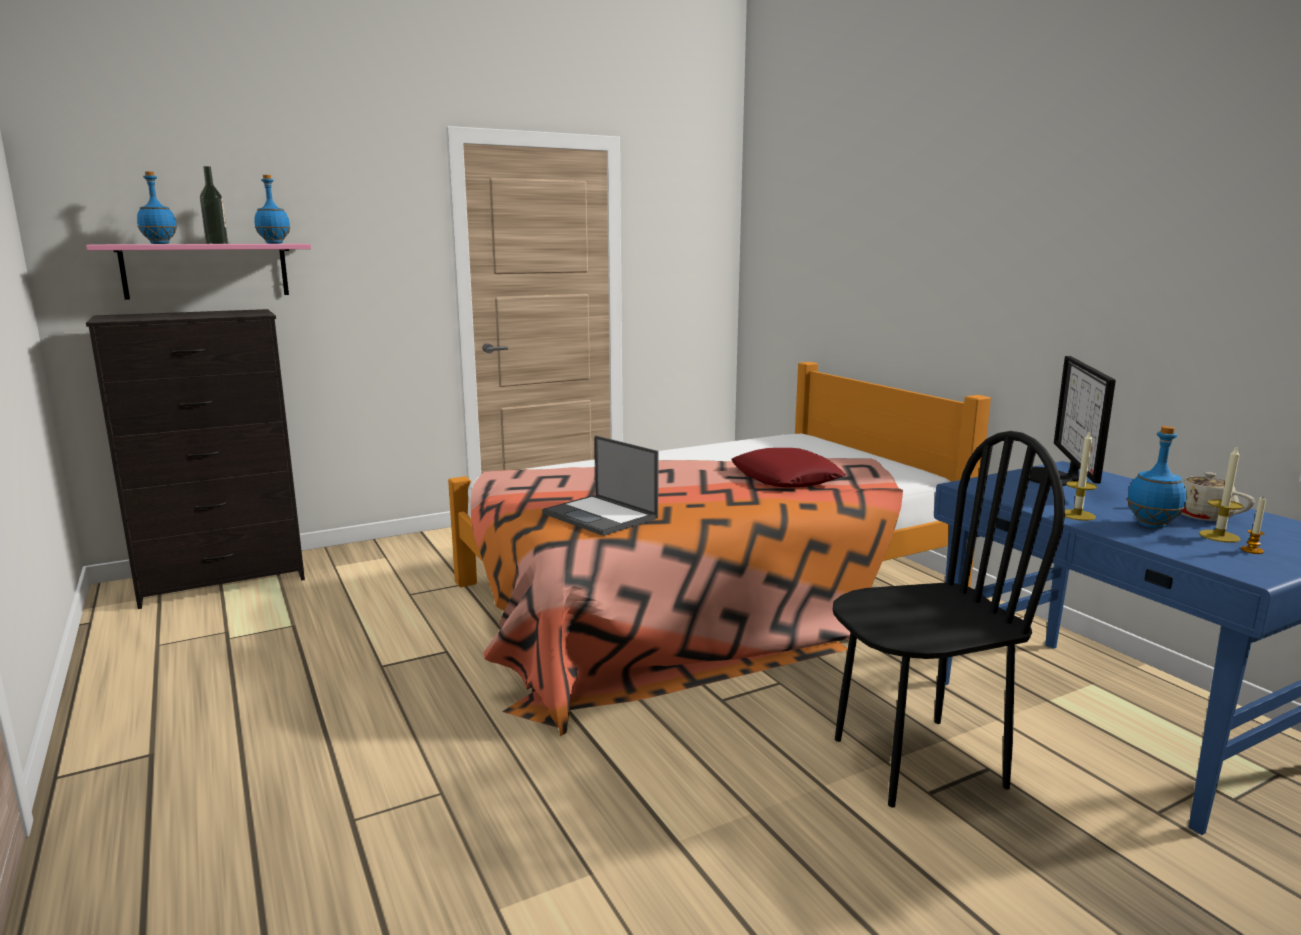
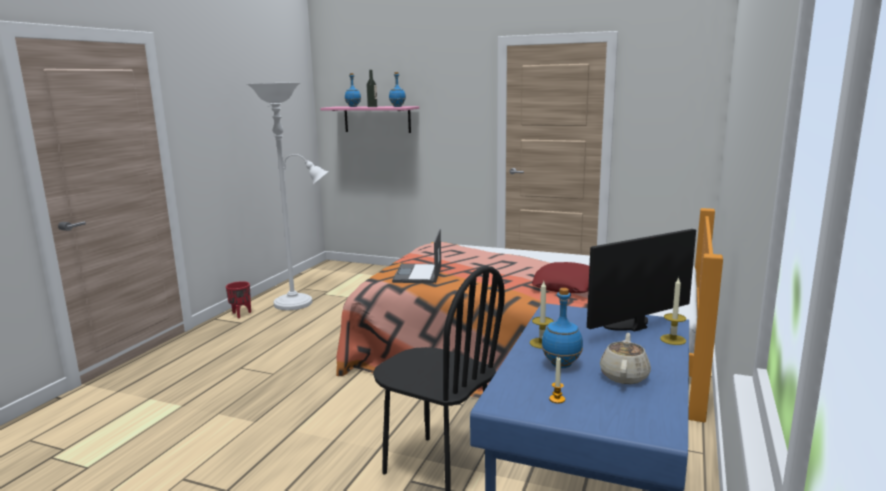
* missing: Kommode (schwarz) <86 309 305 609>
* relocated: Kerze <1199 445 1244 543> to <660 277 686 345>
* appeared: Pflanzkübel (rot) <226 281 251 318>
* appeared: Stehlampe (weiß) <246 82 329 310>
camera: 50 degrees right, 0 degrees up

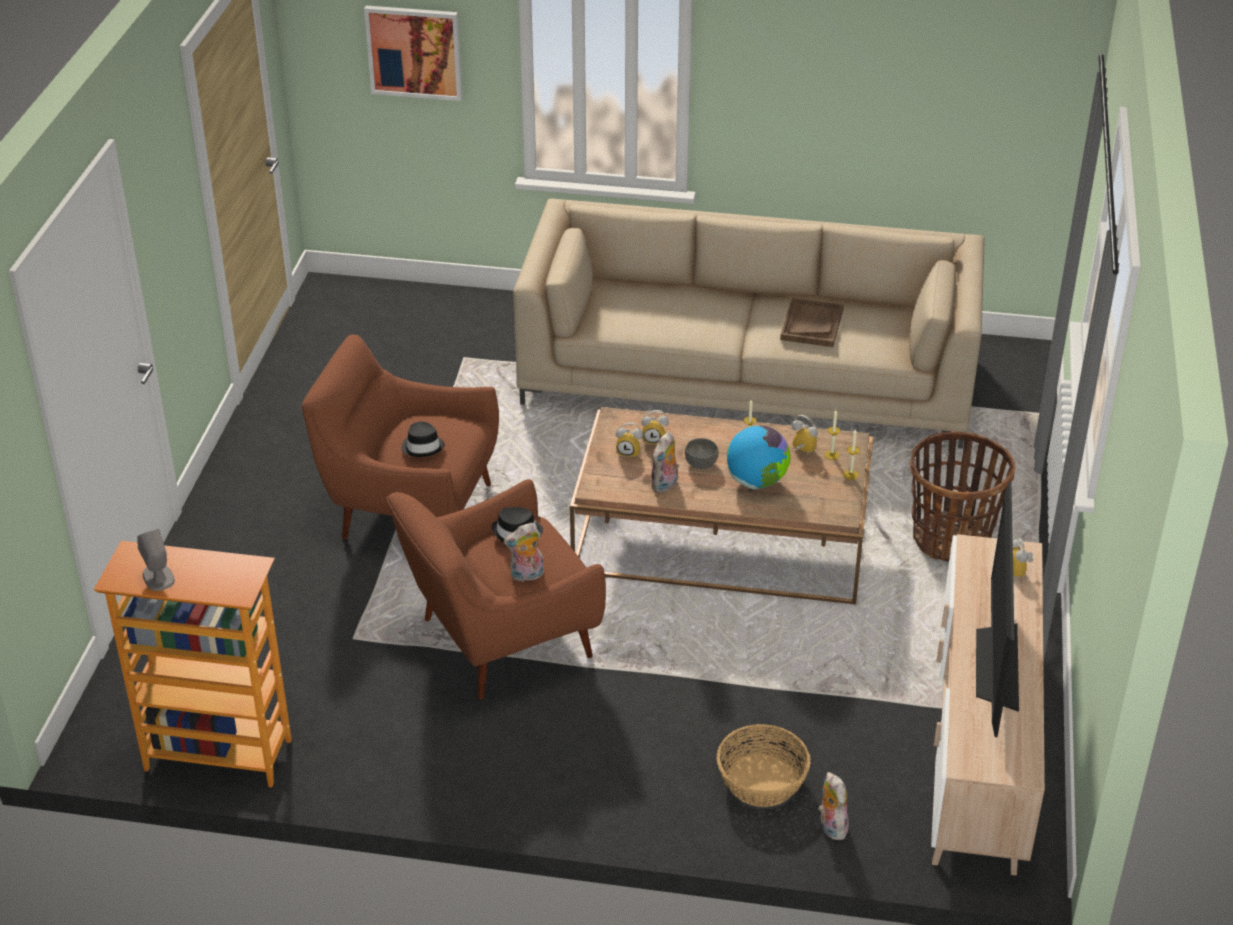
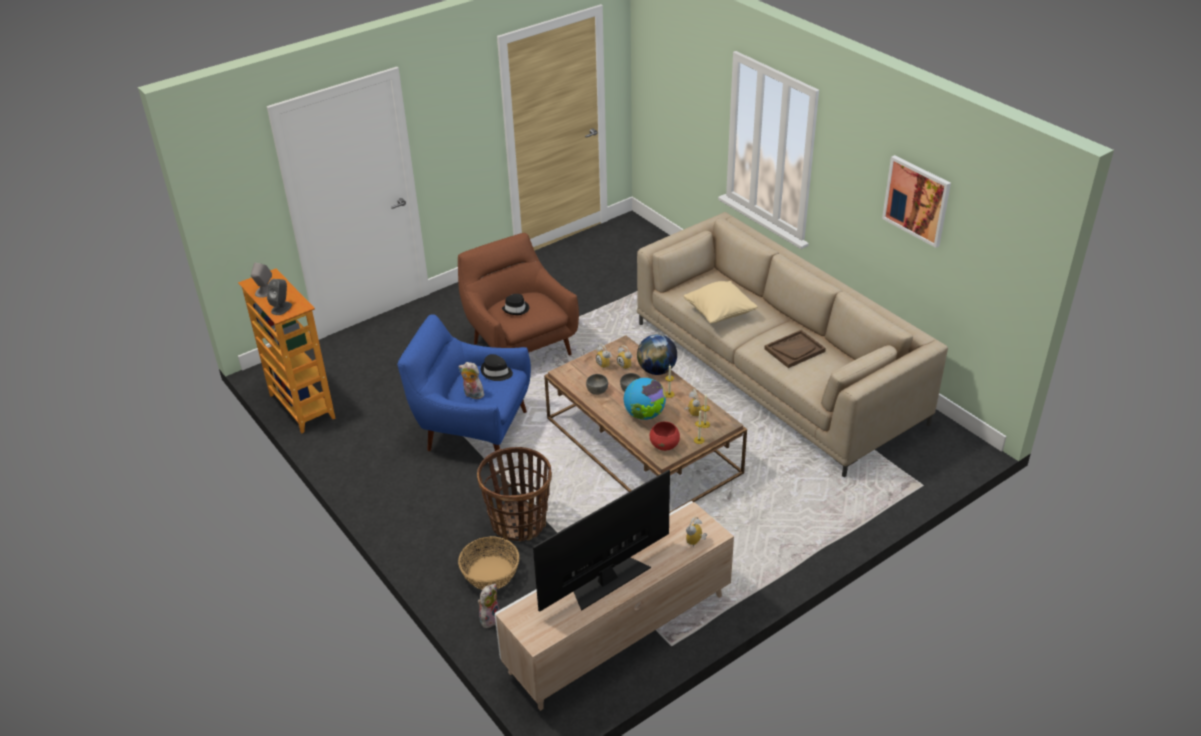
* relocated: Bild <364 6 462 101> to <882 155 951 248>
* colour: Sessel (braun) <387 479 606 699> to Sessel (blau) <397 315 531 451>
* exchanged: Plüschtier <651 432 679 493> to Schüssel (grau) <586 374 608 395>
* relocated: Korb <910 431 1015 562> to <477 447 552 542>
* appeared: Lautsprecher (grau) <267 279 292 315>
* appeared: Globus <637 334 677 375>
* appeared: Schüssel (rot) <650 422 680 451>
* appeared: Kissen (beige) <684 281 758 323>
camera: 45 degrees right, 0 degrees up

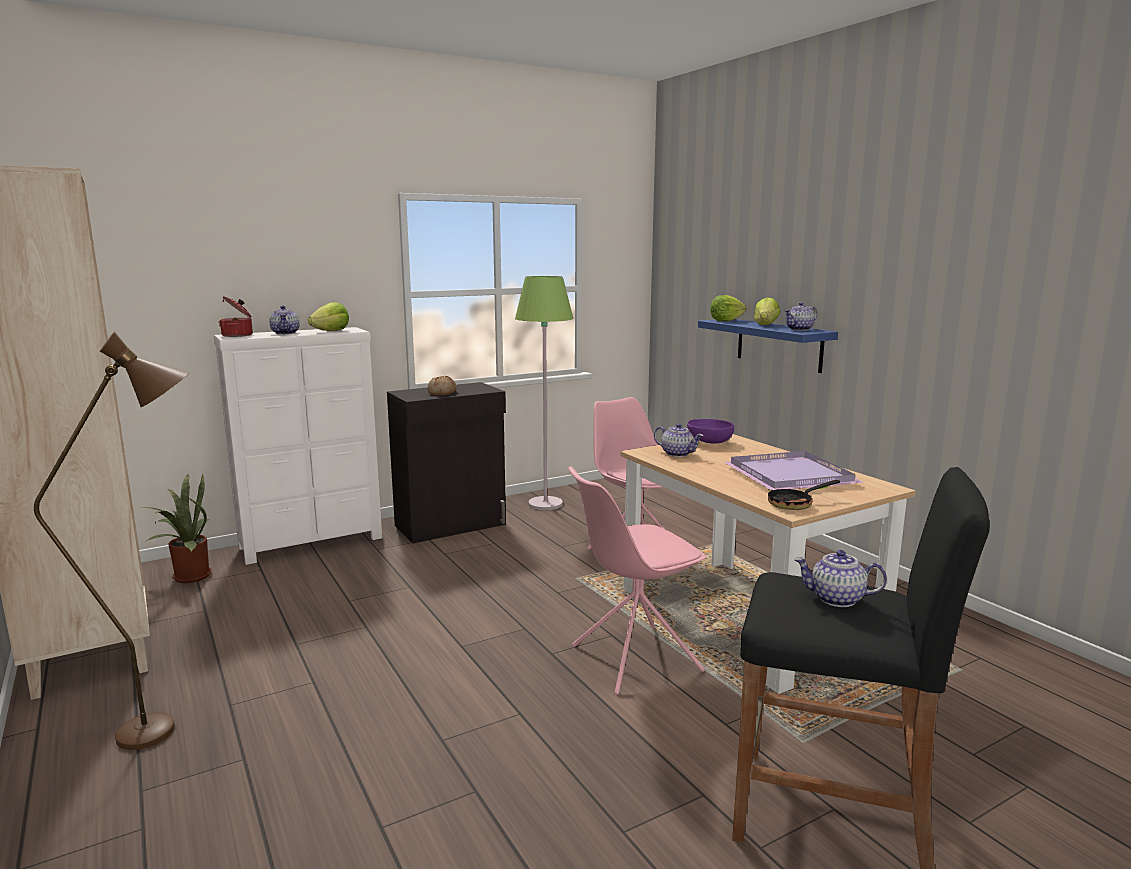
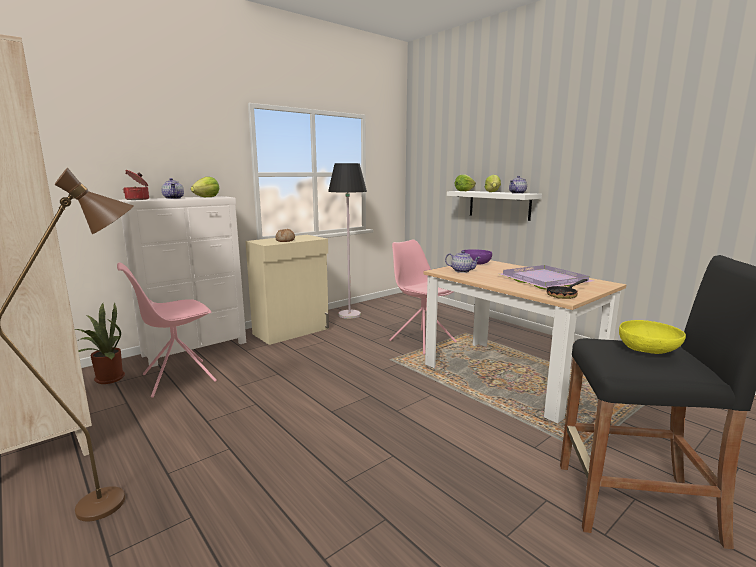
* colour: Schrank (schwarz) <387 382 506 544> to Schrank (beige) <245 235 329 345>
* colour: Stehlampe (grün) <515 276 573 510> to Stehlampe (schwarz) <328 163 367 319>
* relocated: Stuhl (rosa) <568 466 707 695> to <117 263 217 398>
* colour: Wandregal (blau) <698 319 838 373> to Wandregal (weiß) <447 191 542 221>
* exchanged: Teekanne <794 550 887 607> to Schüssel (gelb) <619 320 686 354>
camera: 10 degrees left, 0 degrees up

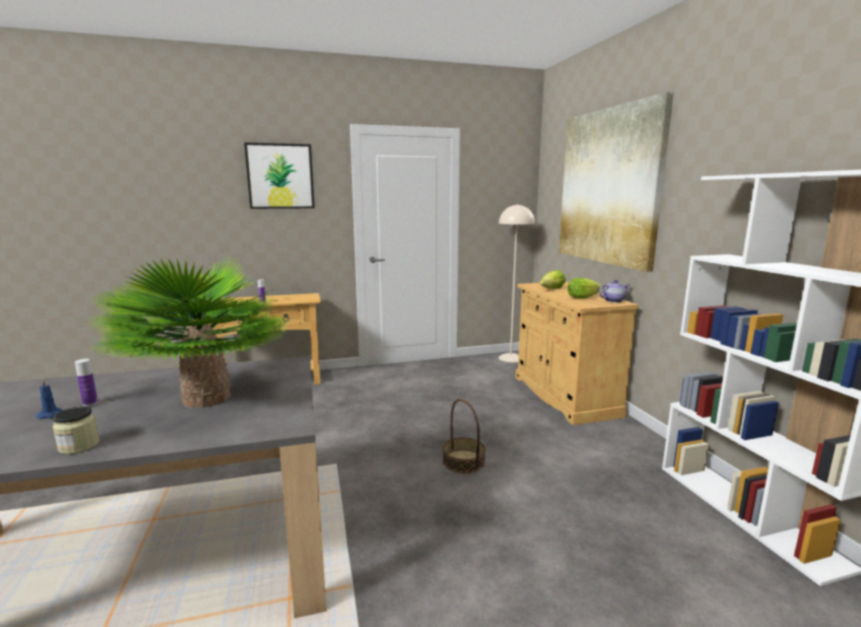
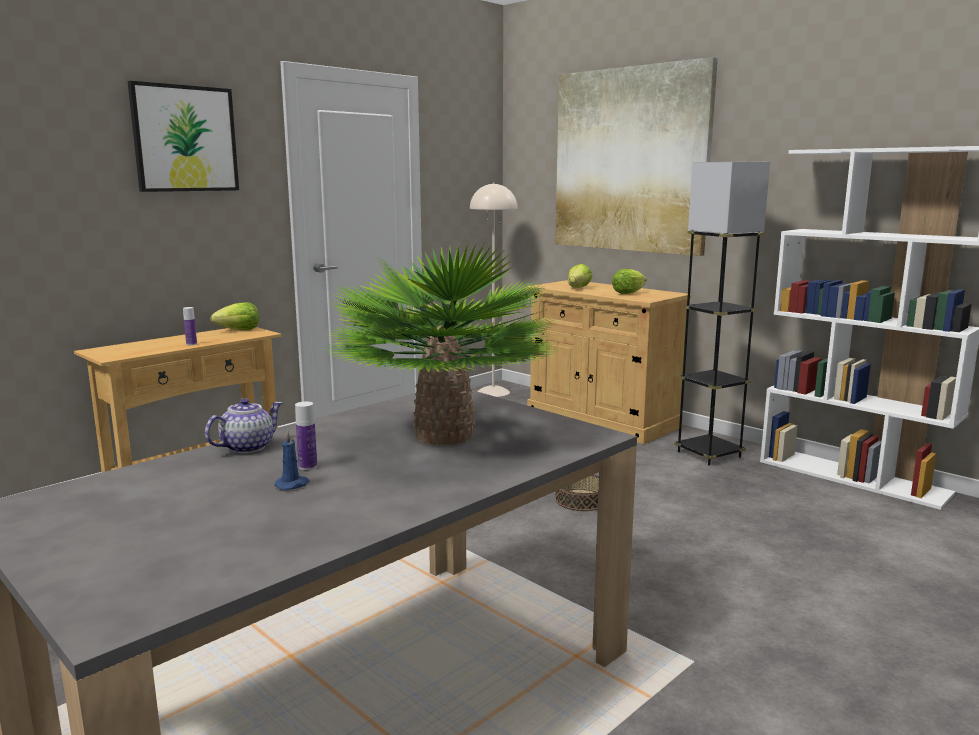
* missing: Vorratsglas <53 406 99 454>
* relocated: Teekanne <599 280 630 303> to <205 398 283 453>
* appeared: Salatkopf <210 302 259 330>
* appeared: Stehlampe (grau) <674 161 770 466>
camera: 30 degrees left, 0 degrees up

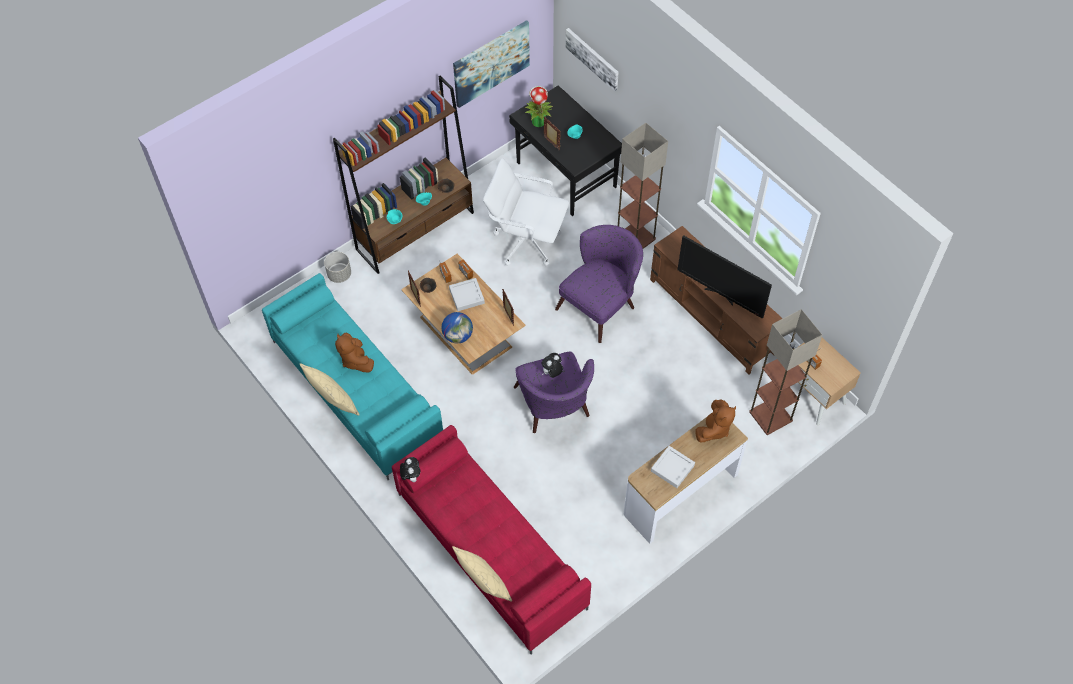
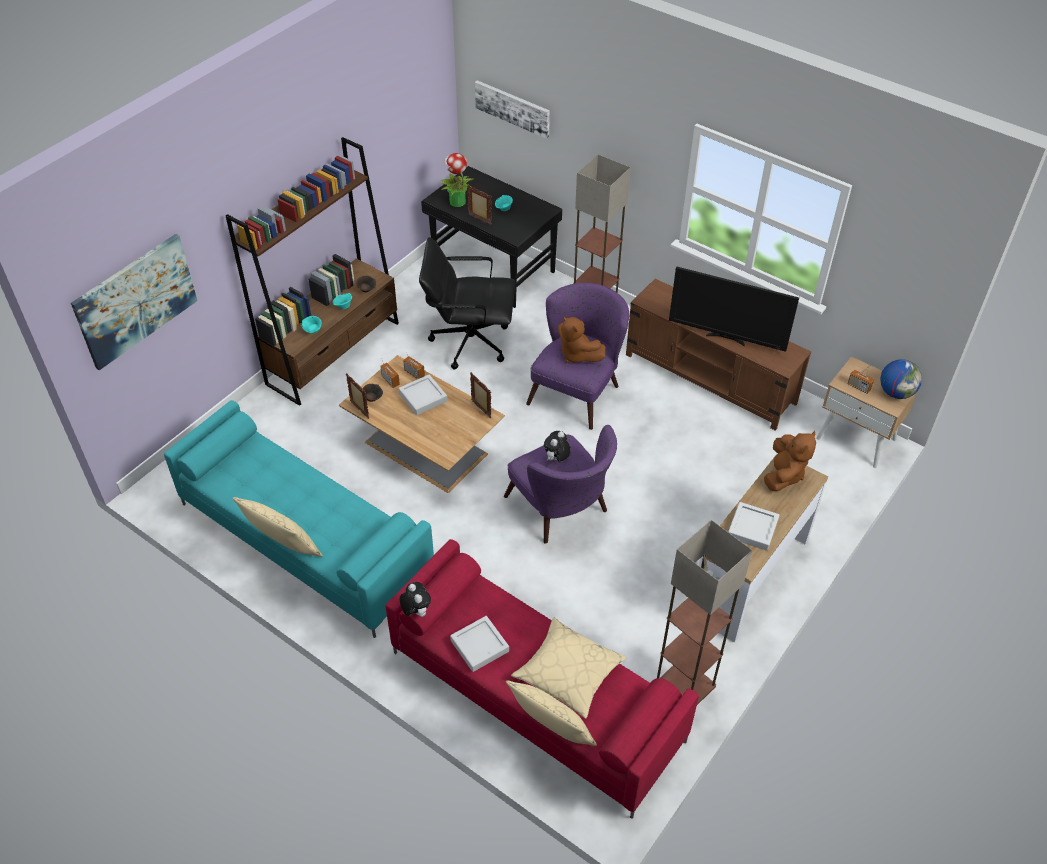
* missing: Pflanzkübel (grau) <324 252 351 283>
* relocated: Plüschtier (braun) <335 332 374 373> to <558 316 606 363>
* relocated: Globus <441 312 473 343> to <880 359 922 399>
* relocated: Bild <453 20 530 108> to <71 234 197 370>
* colour: Bürostuhl (weiß) <483 158 569 266> to Bürostuhl (schwarz) <419 237 515 369>
* relocated: Stehlampe <749 309 822 435> to <657 520 752 705>
* appeared: Tablett (grau) <450 616 509 672>
* appeared: Kissen (beige) <511 617 626 719>
camera: 15 degrees left, 10 degrees down

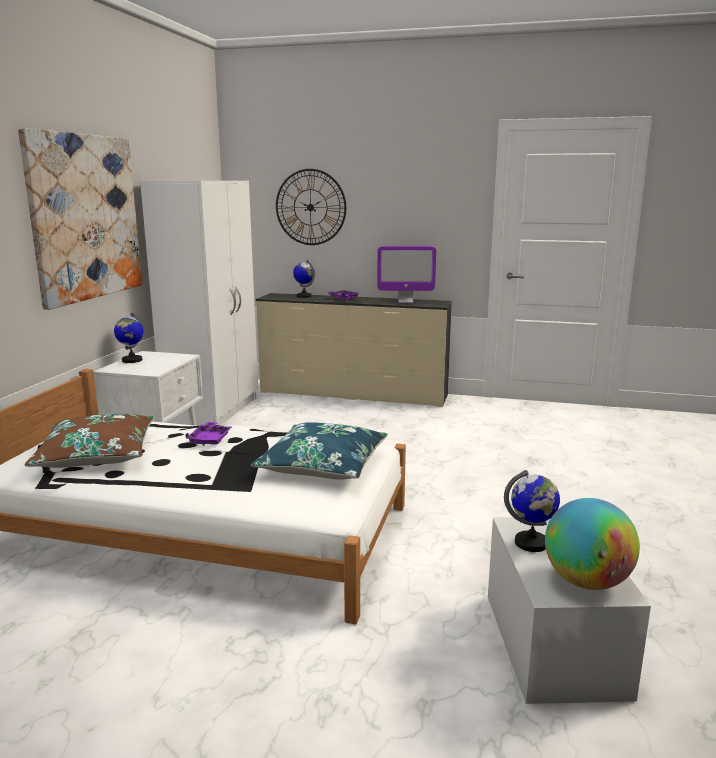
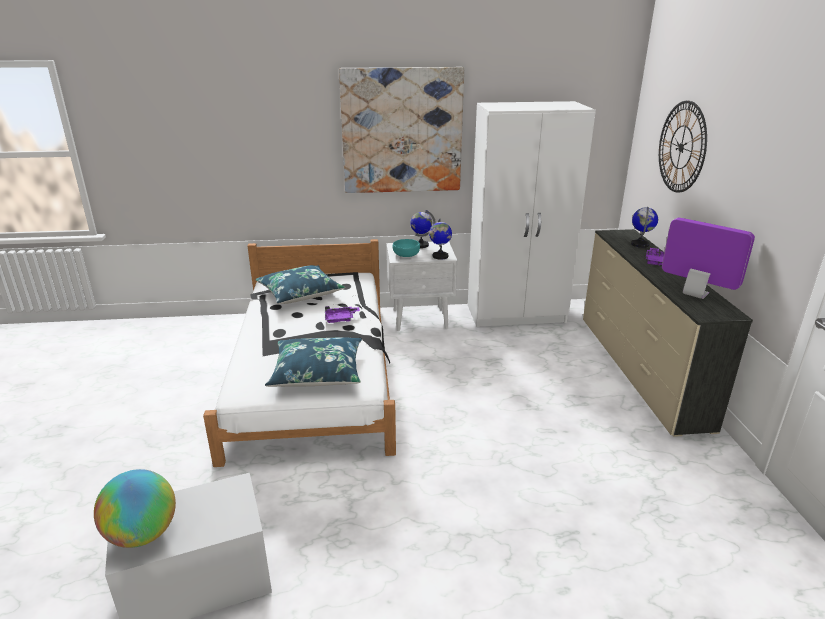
* colour: Kissen (braun) <25 414 154 468> to Kissen (blau) <255 265 345 304>
* spun: Monitor <377 246 436 303> = <662 218 755 299> 150 degrees clockwise
* relocated: Globus <504 470 560 552> to <429 218 452 260>
* appeared: Schüssel (türkis) <393 239 420 257>
camera: 70 degrees right, 10 degrees up

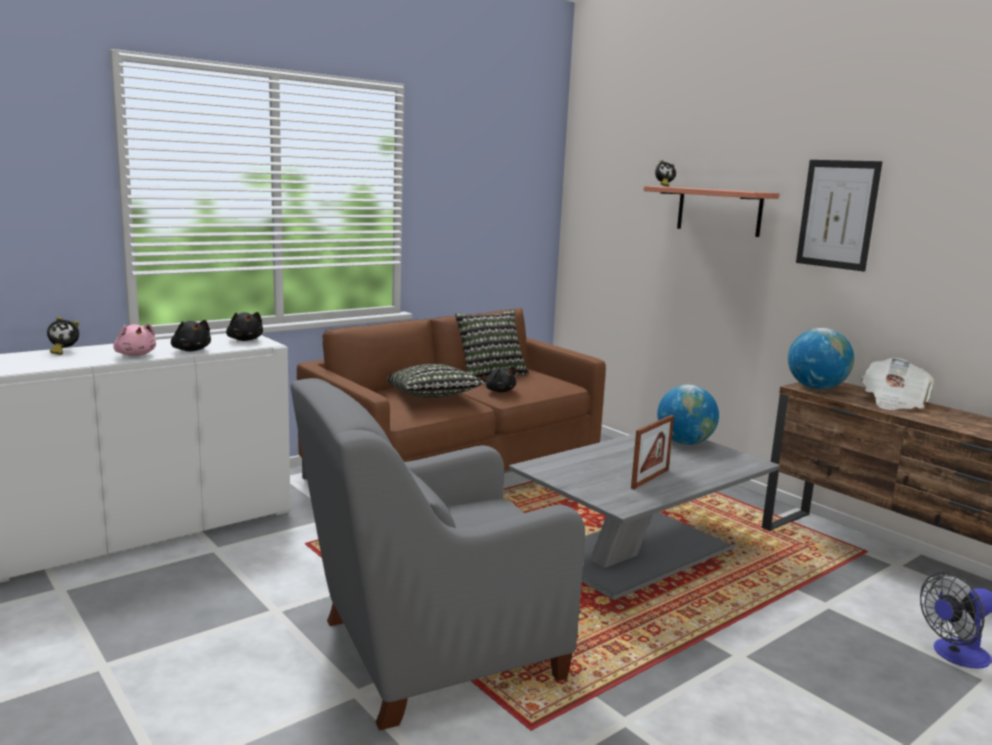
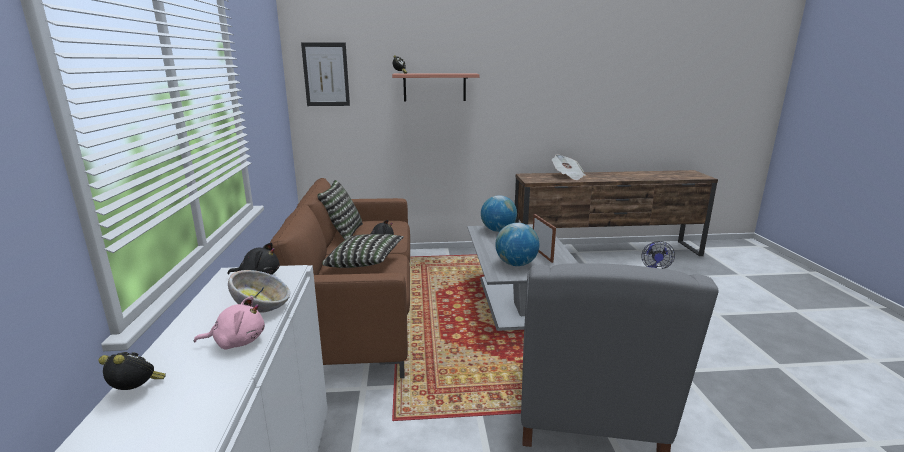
* spun: Wecker <47 317 79 355> = <99 352 166 390> 90 degrees counterclockwise
* exchanged: Plüschtier (schwarz) <171 320 211 351> to Schüssel <228 270 290 313>
* relocated: Globus <788 328 854 390> to <495 223 539 266>
* relocated: Bild <796 160 883 272> to <301 42 350 106>
camera: 55 degrees left, 5 degrees up

